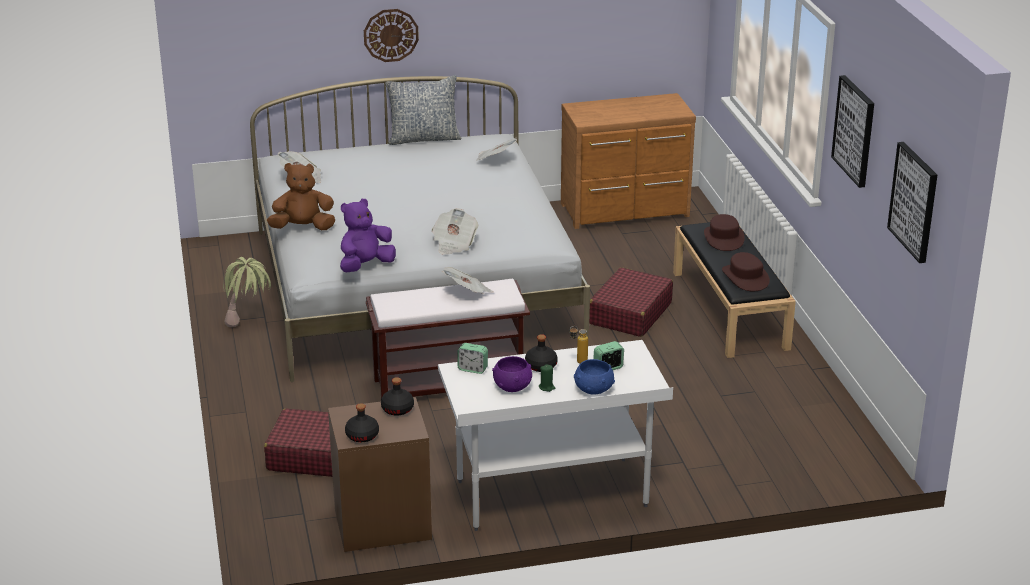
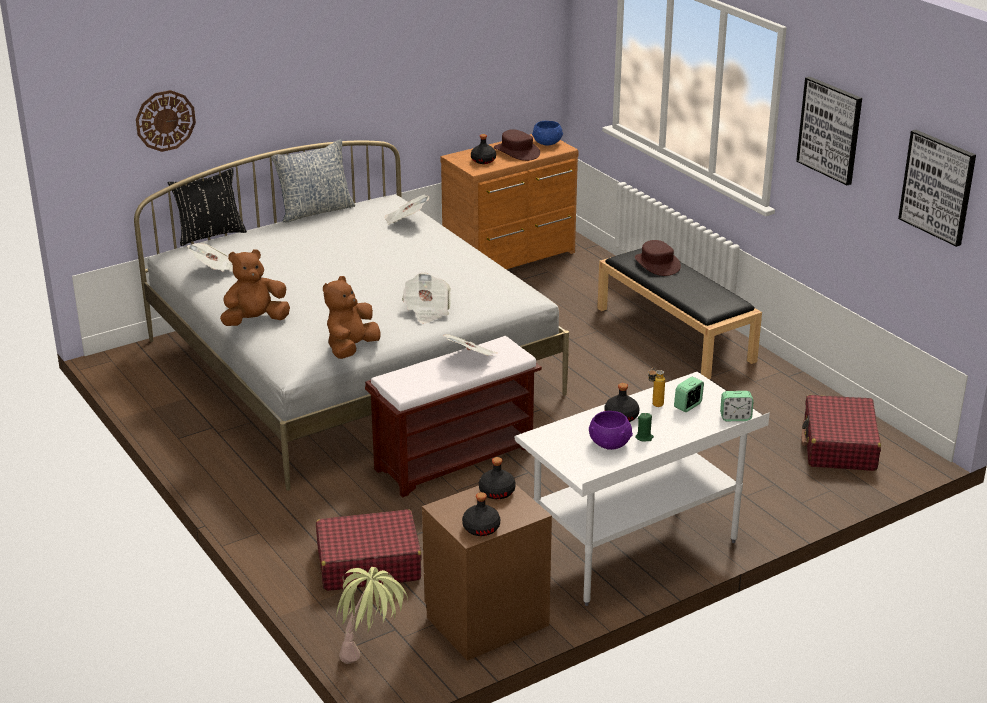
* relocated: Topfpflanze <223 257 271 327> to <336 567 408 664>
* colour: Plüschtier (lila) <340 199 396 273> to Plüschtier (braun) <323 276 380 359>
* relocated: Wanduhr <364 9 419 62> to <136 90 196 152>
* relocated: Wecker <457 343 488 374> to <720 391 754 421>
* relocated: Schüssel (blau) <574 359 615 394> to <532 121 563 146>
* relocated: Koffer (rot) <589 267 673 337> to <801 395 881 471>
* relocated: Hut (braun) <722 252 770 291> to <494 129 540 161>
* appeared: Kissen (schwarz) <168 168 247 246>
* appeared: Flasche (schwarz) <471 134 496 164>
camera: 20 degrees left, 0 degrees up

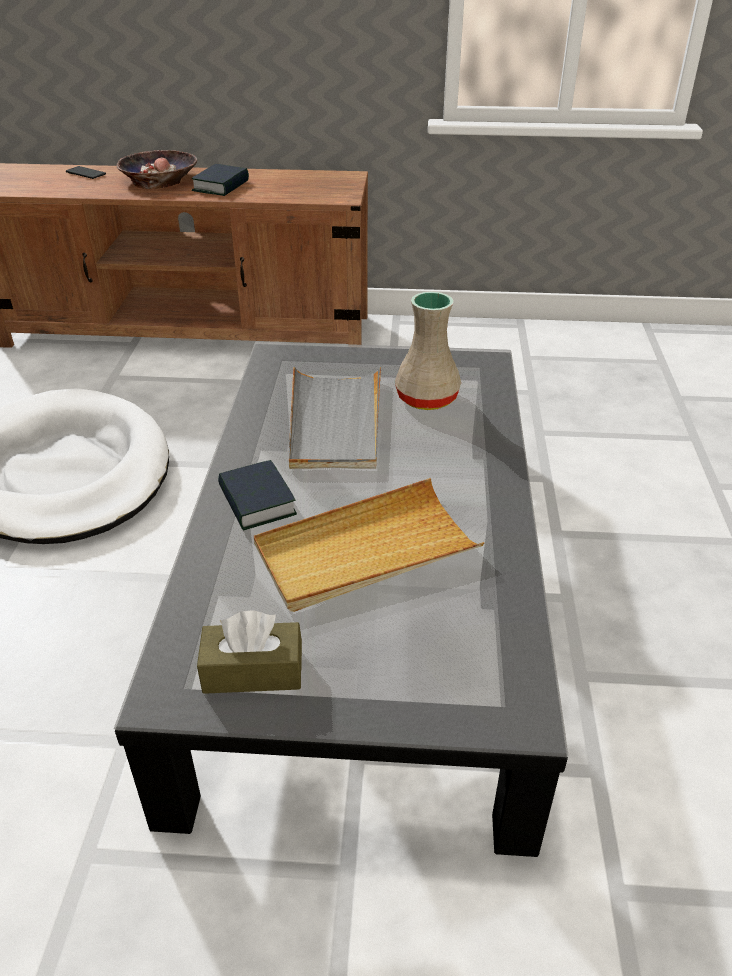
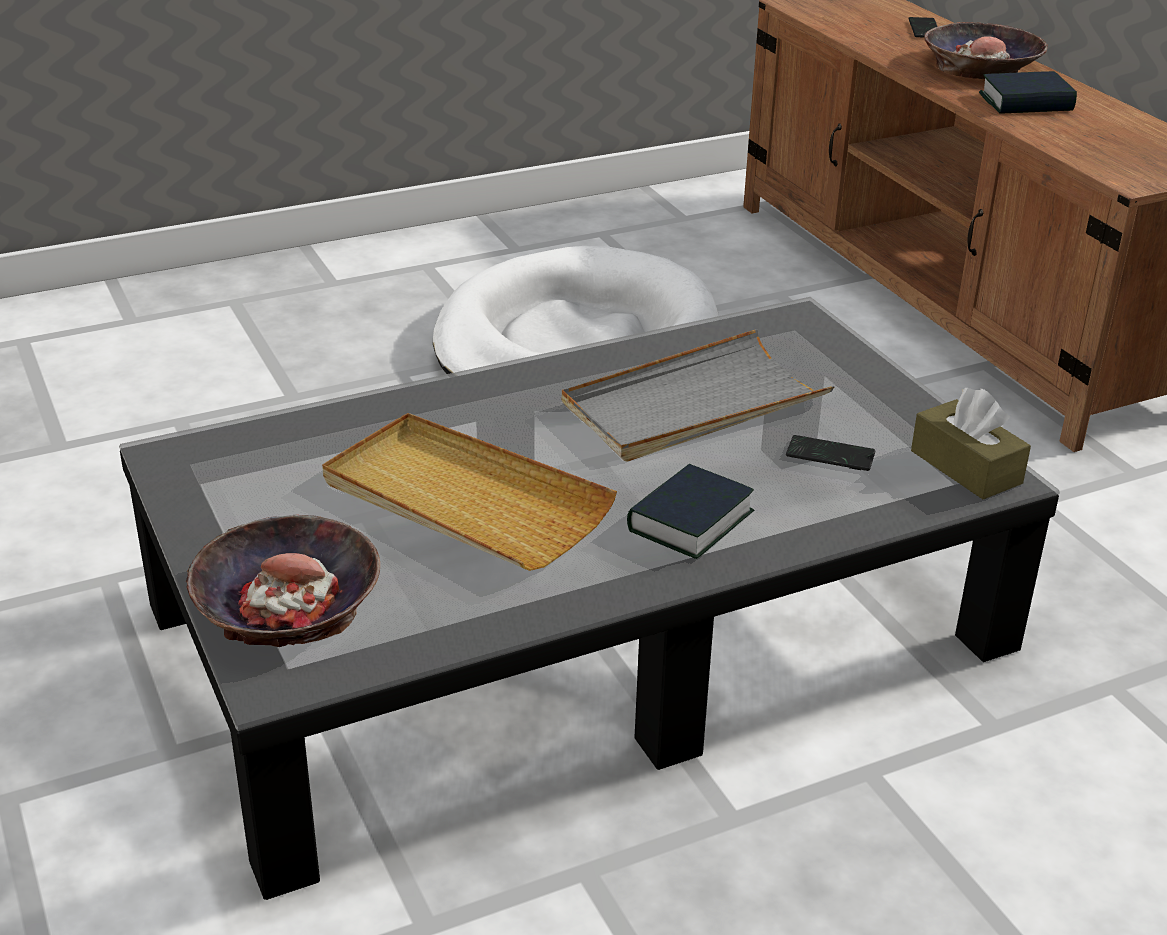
* relocated: Taschentuchbox (braun) <197 611 302 694> to <911 388 1031 499>
* relocated: Buch <218 460 297 530> to <627 464 754 559>
* exchanged: Vase (beige) <395 291 461 410> to Handy <786 435 875 471>
* appeared: Schüssel <186 515 380 647>
camera: 60 degrees right, 5 degrees down

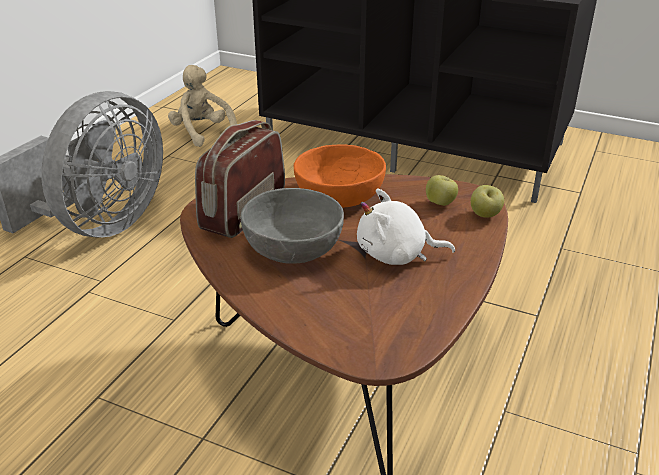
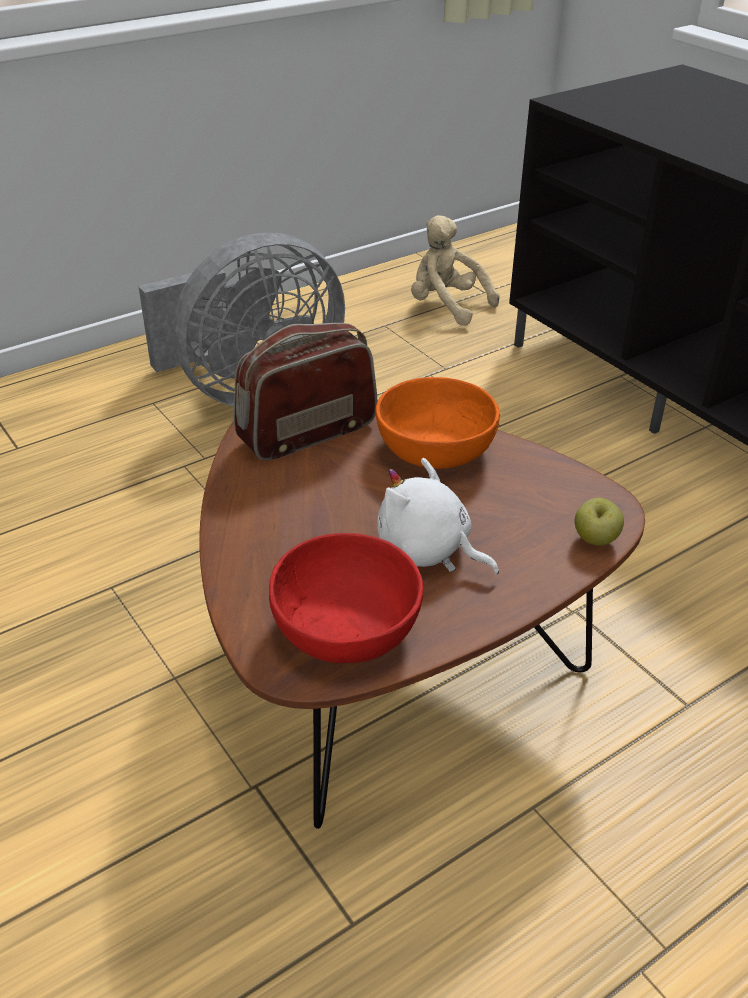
* spun: Plüschtier (beige) <168 65 237 147> = <411 215 500 326> 45 degrees counterclockwise
* missing: Schüssel (grau) <241 188 344 264>
* missing: Apfel <426 175 458 206>
* appeared: Schüssel (rot) <269 533 423 663>
camera: 30 degrees right, 5 degrees up

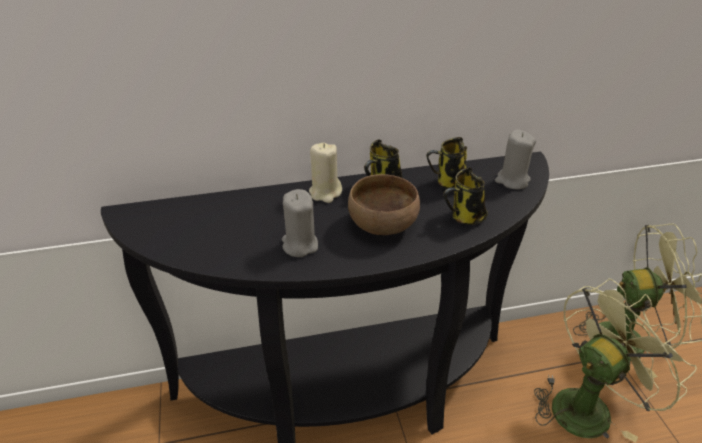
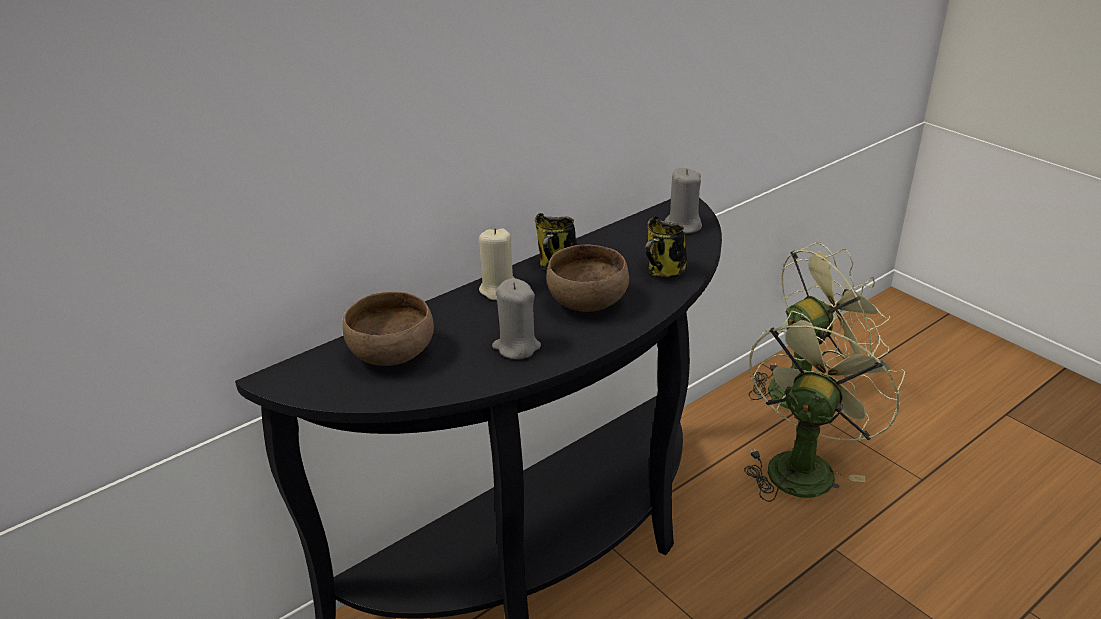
* missing: Henkelbecher <426 137 467 189>
* appeared: Schüssel (braun) <342 291 434 366>
camera: 25 degrees left, 5 degrees down

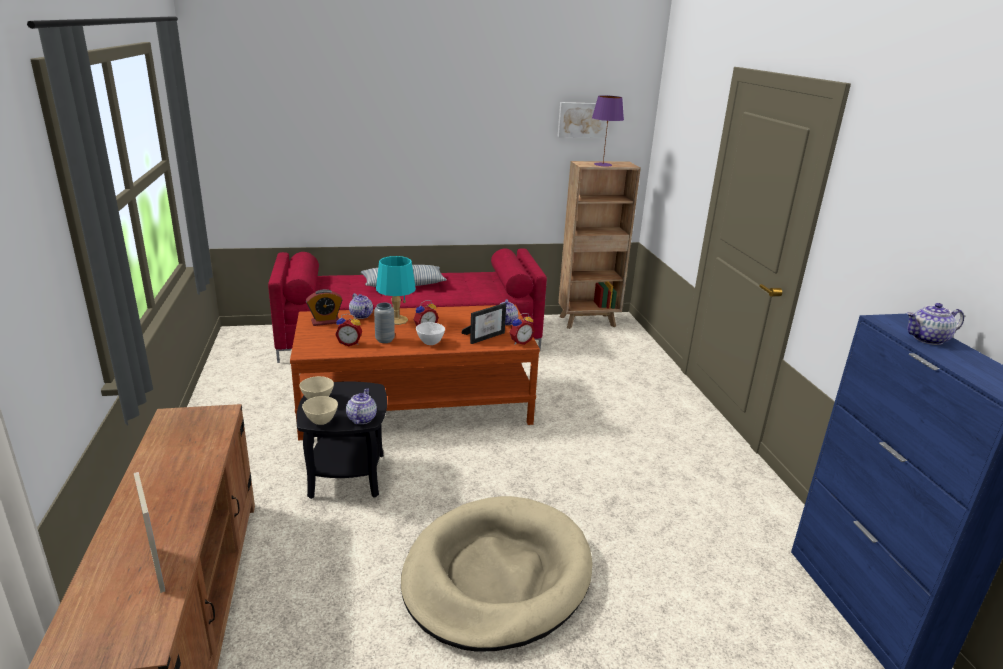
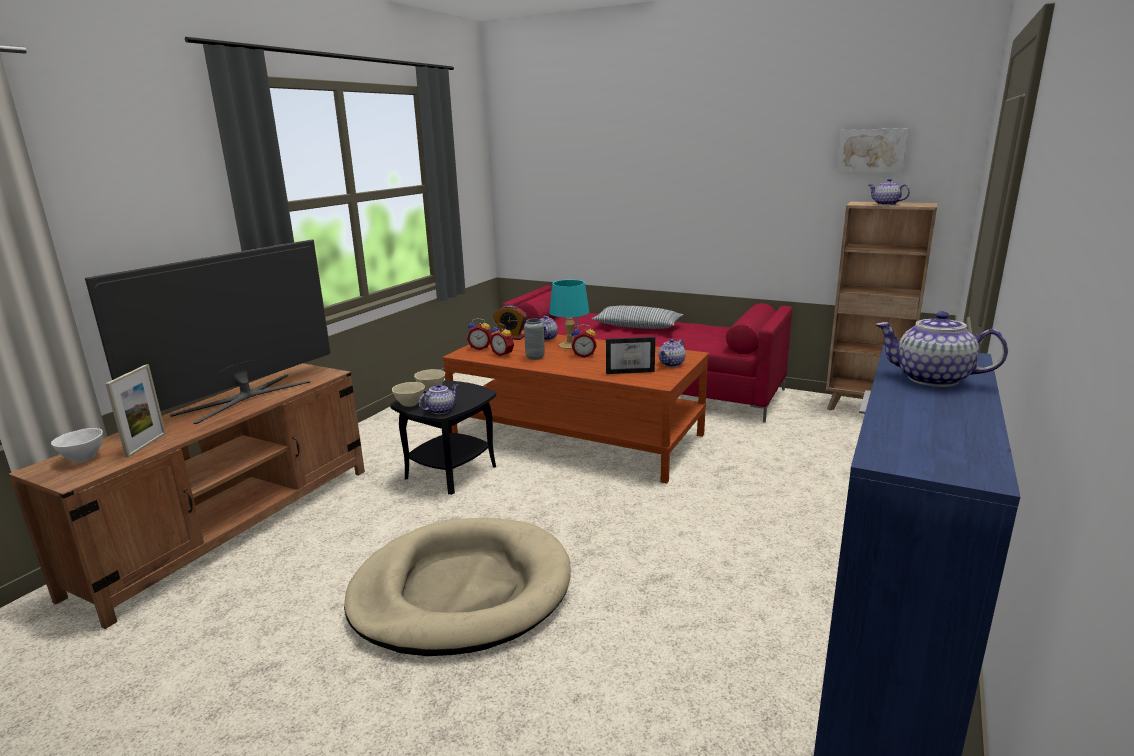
* relocated: Schüssel (weiß) <416 322 445 345> to <51 428 103 463>
* relocated: Wecker <509 313 535 345> to <467 318 491 350>
* exchanged: Tischlampe (lila) <592 95 624 167> to Teekanne <869 179 910 205>
* appeared: Fernseher <85 239 331 424>
camera: 40 degrees right, 5 degrees down

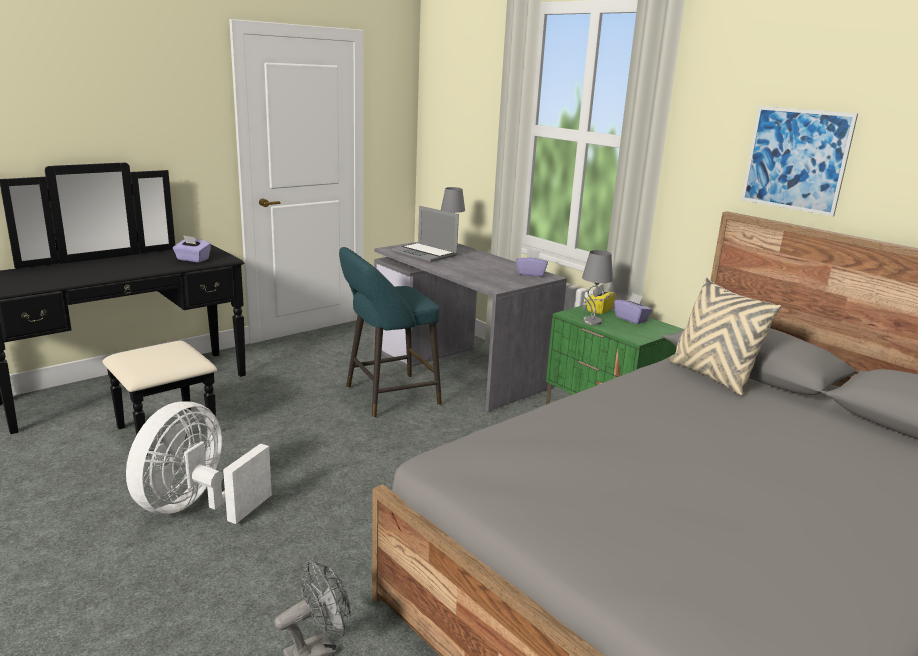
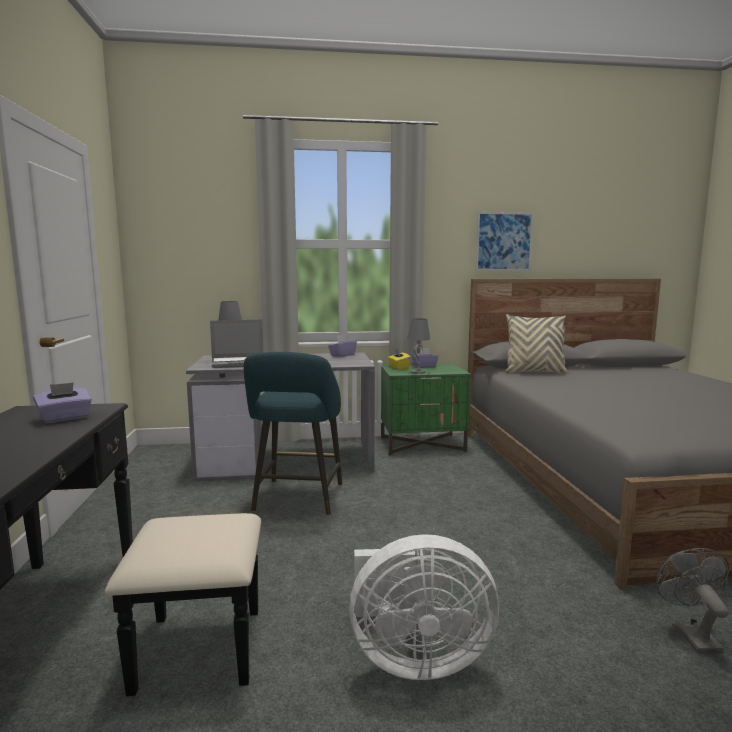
* spun: Ventilator (weiß) <126 401 272 524> = <349 534 499 680> 60 degrees counterclockwise
camera: 55 degrees left, 10 degrees down

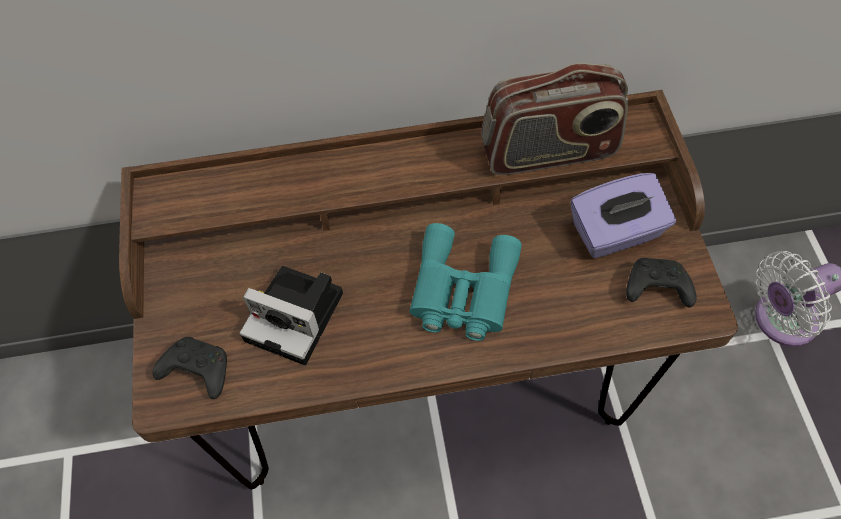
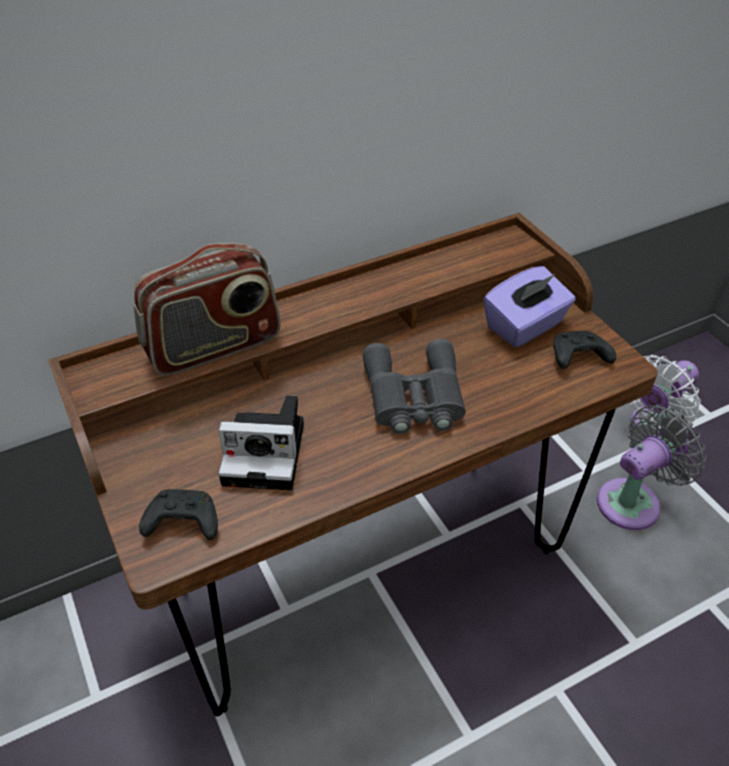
* colour: Fernglas (türkis) <409 223 522 341> to Fernglas (grau) <362 339 466 434>
* relocated: Radio <481 63 628 175> to <134 243 281 376>
* appeared: Ventilator (grau) <597 405 706 530>
camera: 20 degrees left, 15 degrees down

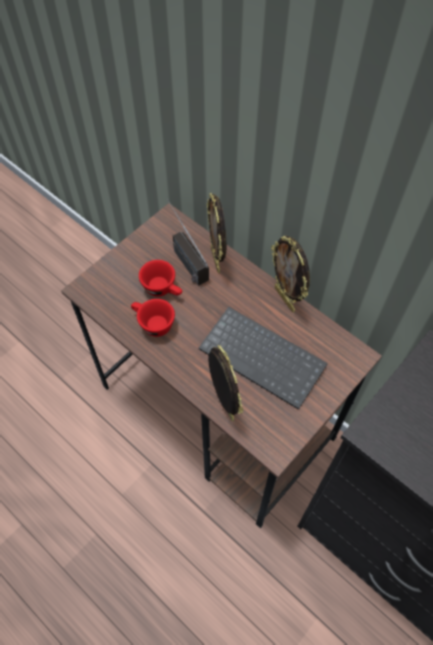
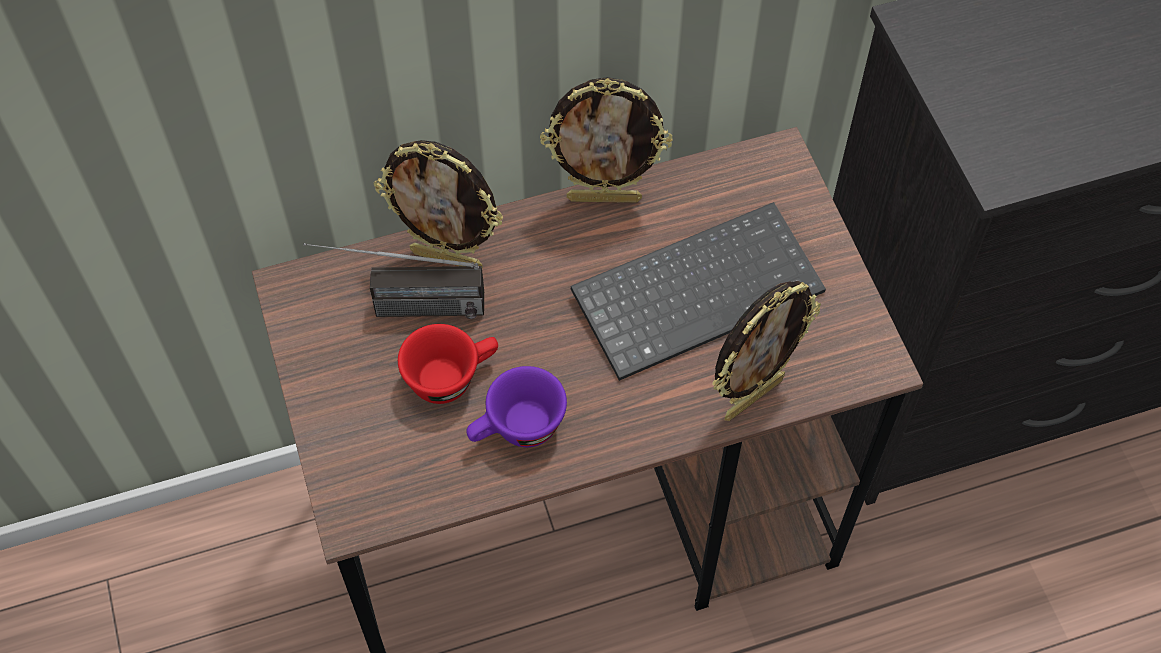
* colour: Tasse (rot) <131 299 175 337> to Tasse (lila) <466 366 567 447>
* spun: Bilderrahmen <208 345 243 422> = <712 281 821 421> 135 degrees clockwise
camera: 60 degrees left, 0 degrees up

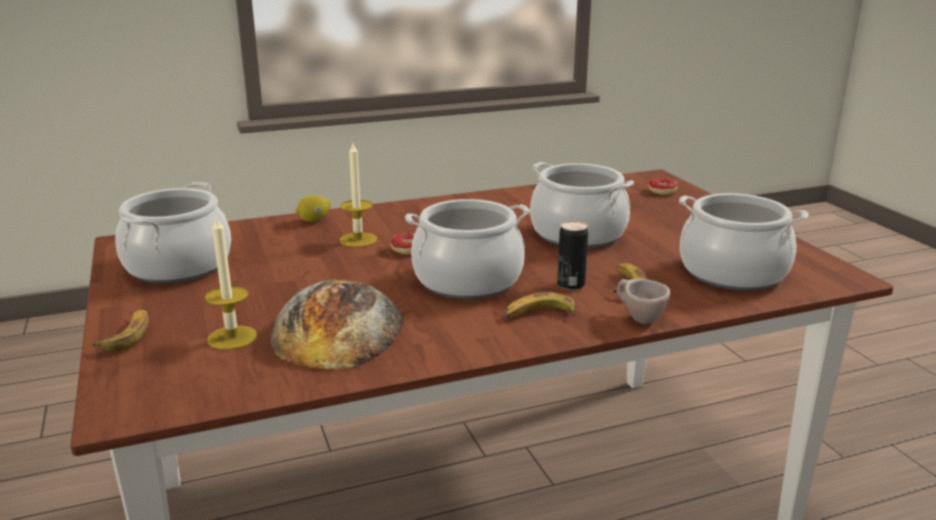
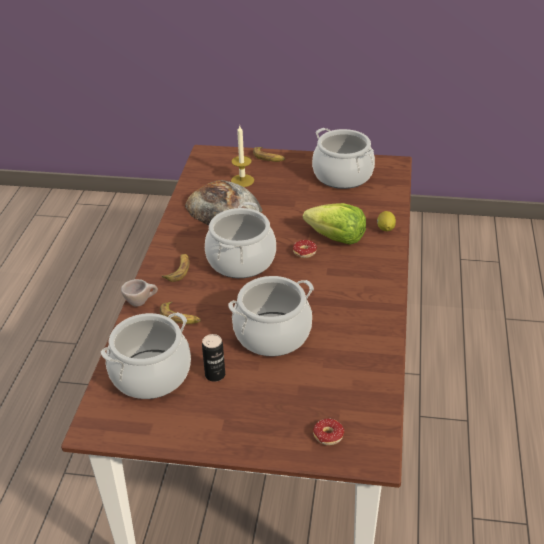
* exchanged: Kerze <340 143 377 247> to Salatkopf <303 203 366 244>
* relocated: Dose <557 221 588 290> to <202 334 225 382>
camera: 120 degrees right, 15 degrees up

